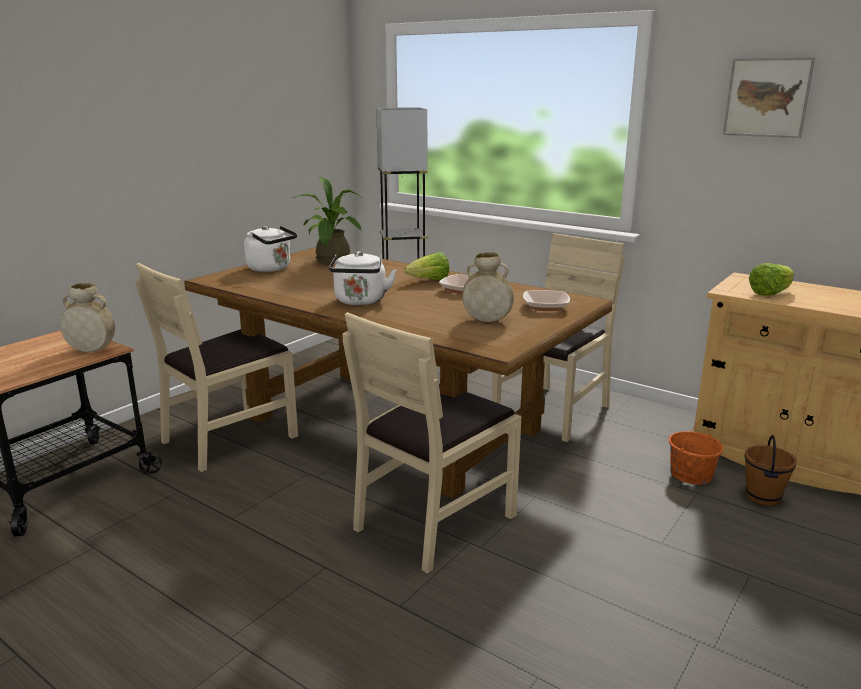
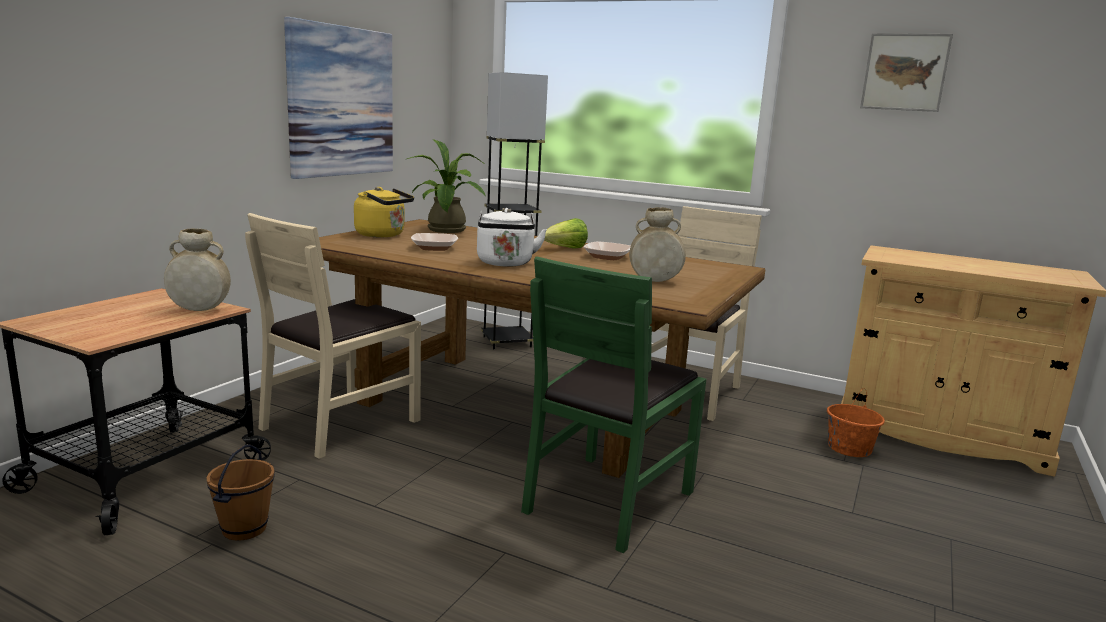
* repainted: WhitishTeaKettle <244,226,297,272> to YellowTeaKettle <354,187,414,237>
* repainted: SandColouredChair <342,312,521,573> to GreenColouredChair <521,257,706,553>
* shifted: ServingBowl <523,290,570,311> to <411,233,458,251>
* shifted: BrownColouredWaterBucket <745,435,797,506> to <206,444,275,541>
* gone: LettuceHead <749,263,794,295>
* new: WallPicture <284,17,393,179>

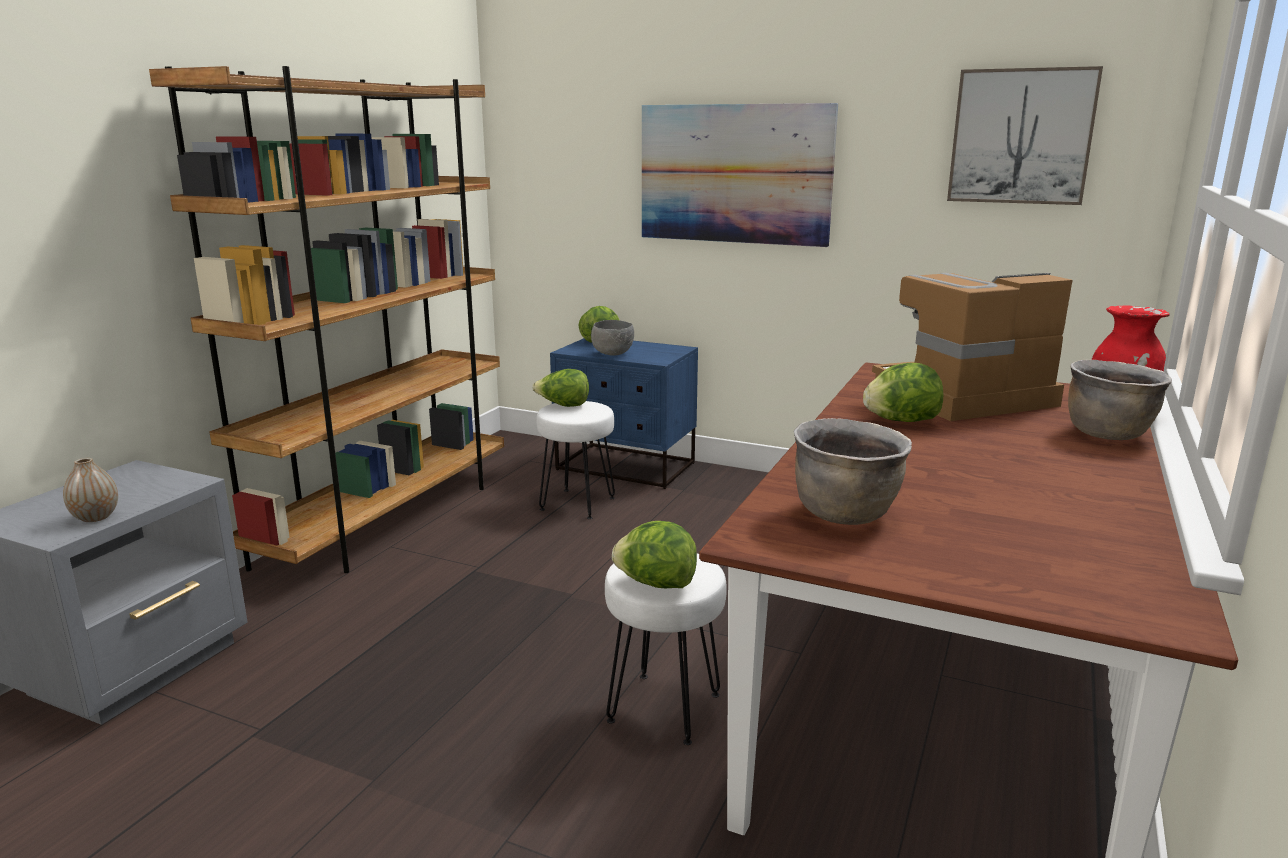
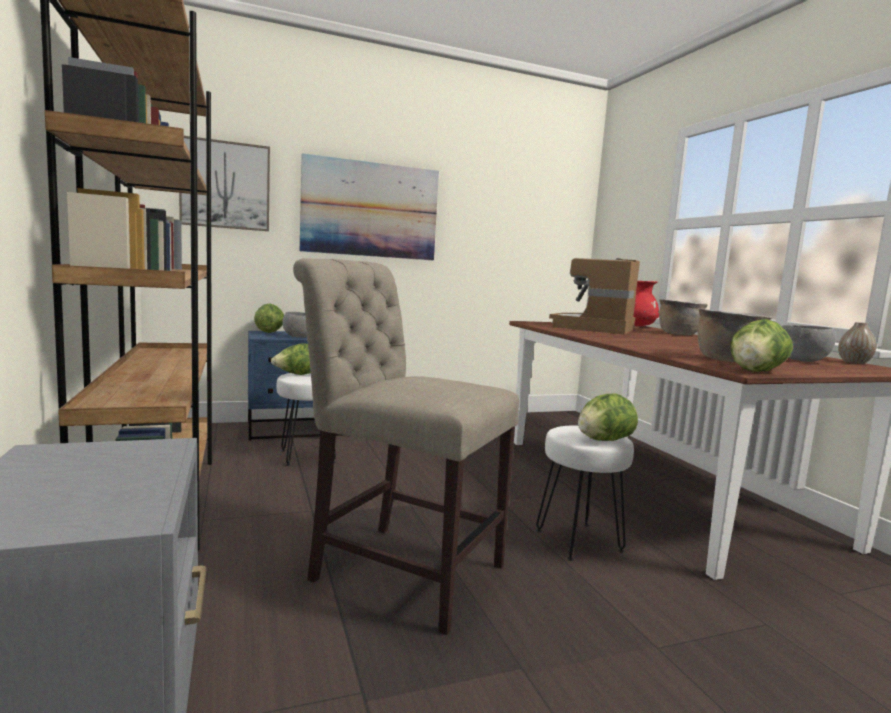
* shifted: FlowerVase <63,458,118,522> to <838,322,876,364>
* shifted: LettuceHead <863,363,943,422> to <730,319,793,372>
* shifted: WallPicture <947,66,1103,205> to <179,136,270,231>
* new: SandColouredChair <293,258,519,635>
* new: GreyishServingBowl <782,325,836,362>

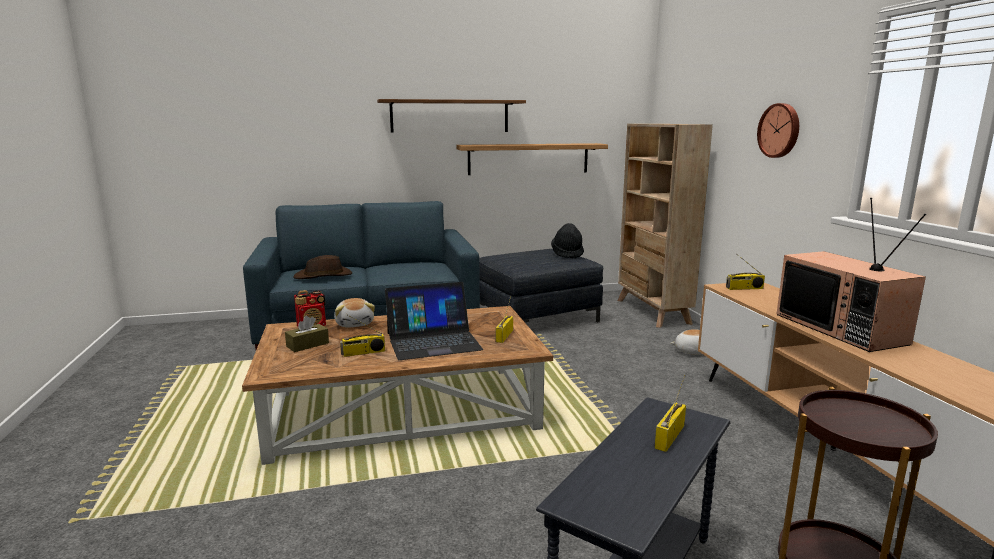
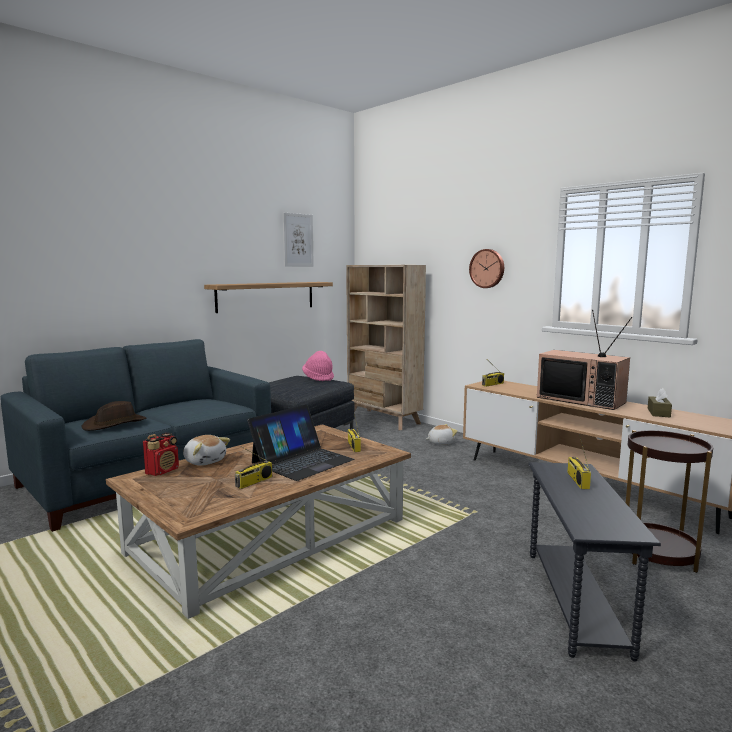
* shifted: BrownColouredTissueHolder <285,316,329,352> to <647,388,672,417>
* gone: BracketShelf <377,99,526,133>
* repainted: BlackClothingHat <551,223,584,258> to PinkClothingHat <302,351,334,381>
* new: WallPicture <283,213,314,267>

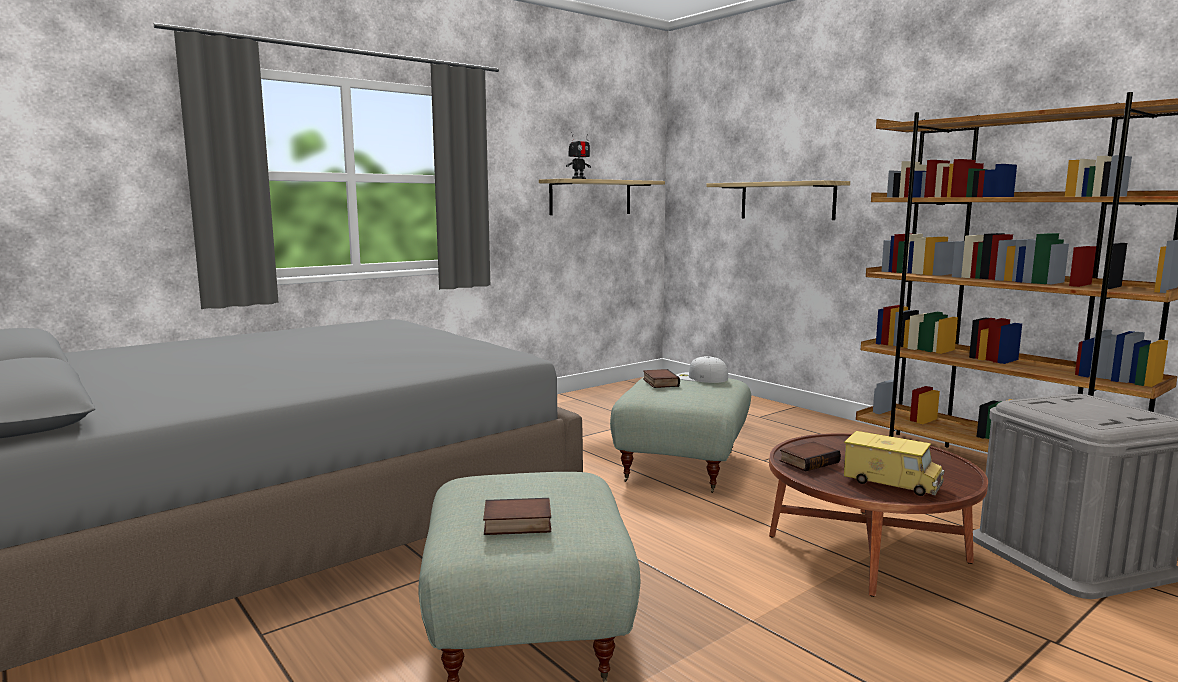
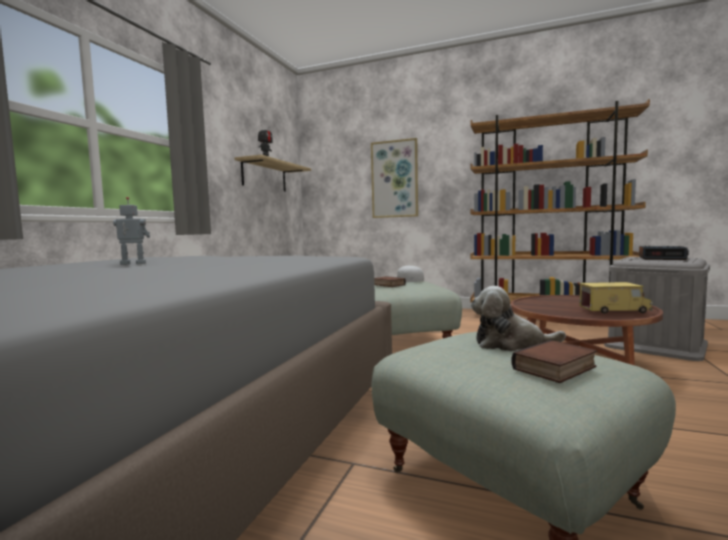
* swapped: BracketShelf <706,180,850,220> to WallPicture <371,138,418,218>
* gone: Volume <780,441,841,471>
* new: RobotFigure <113,197,150,265>
* new: CuddlyToy <471,286,566,351>
* new: TableClock <639,246,689,260>

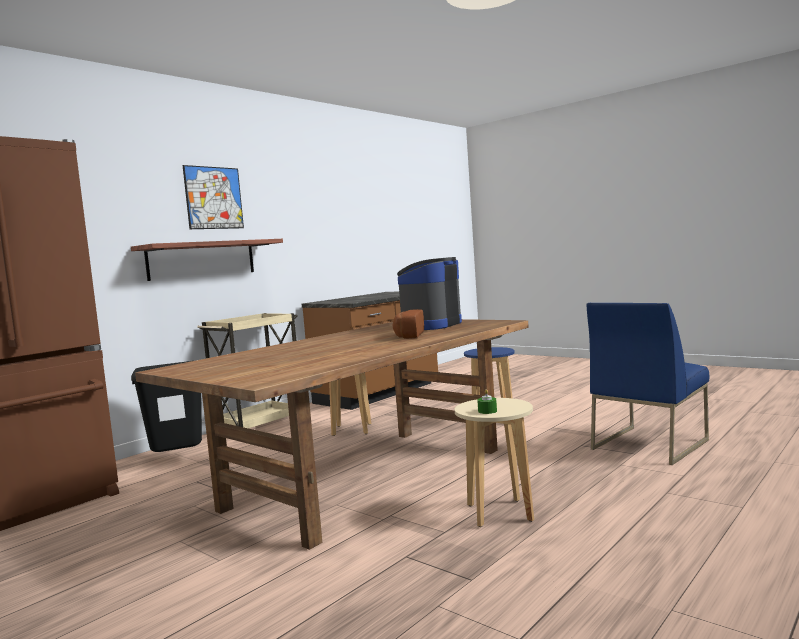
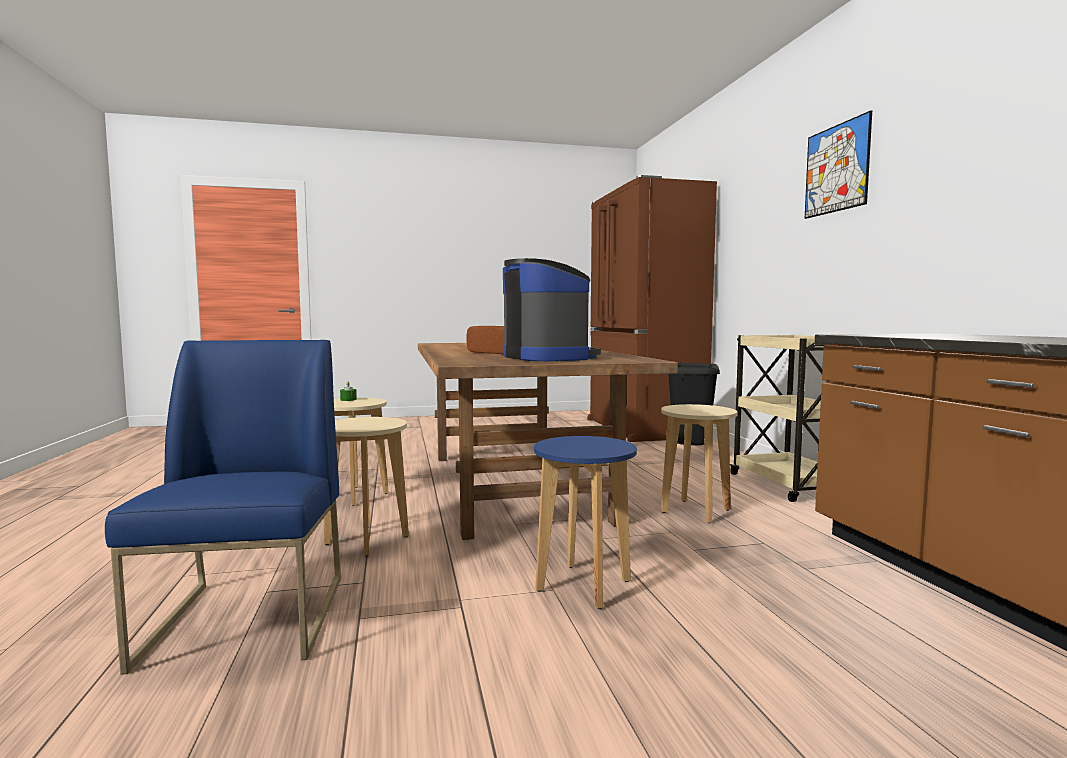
* gone: BracketShelf <131,239,283,281>
* new: SandColouredSittingStool <324,417,409,556>

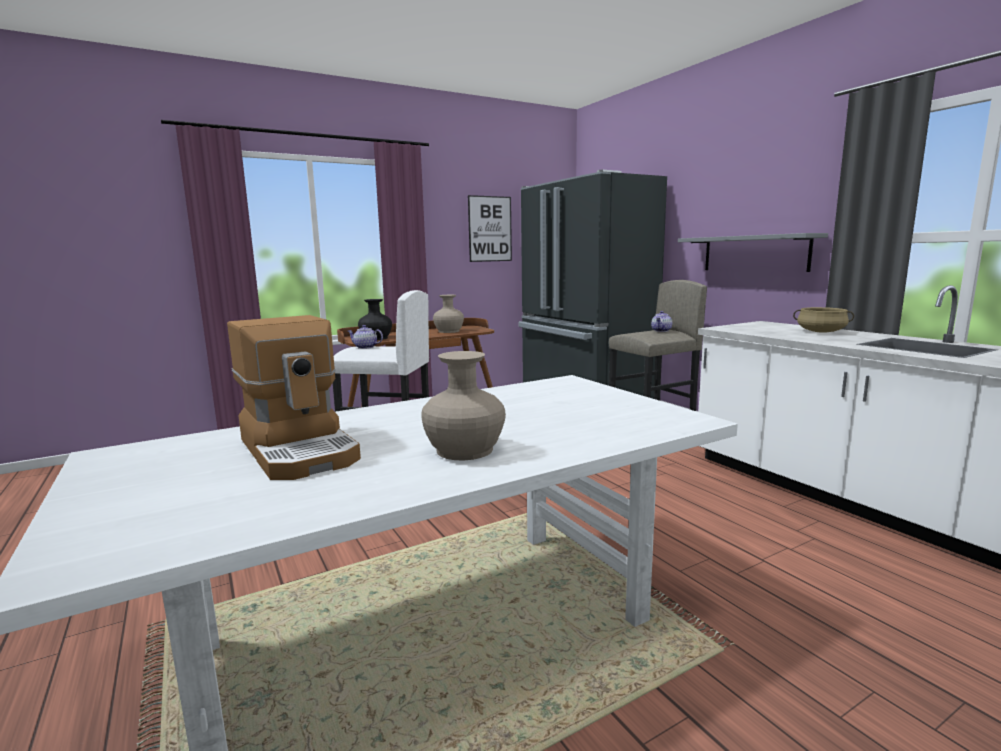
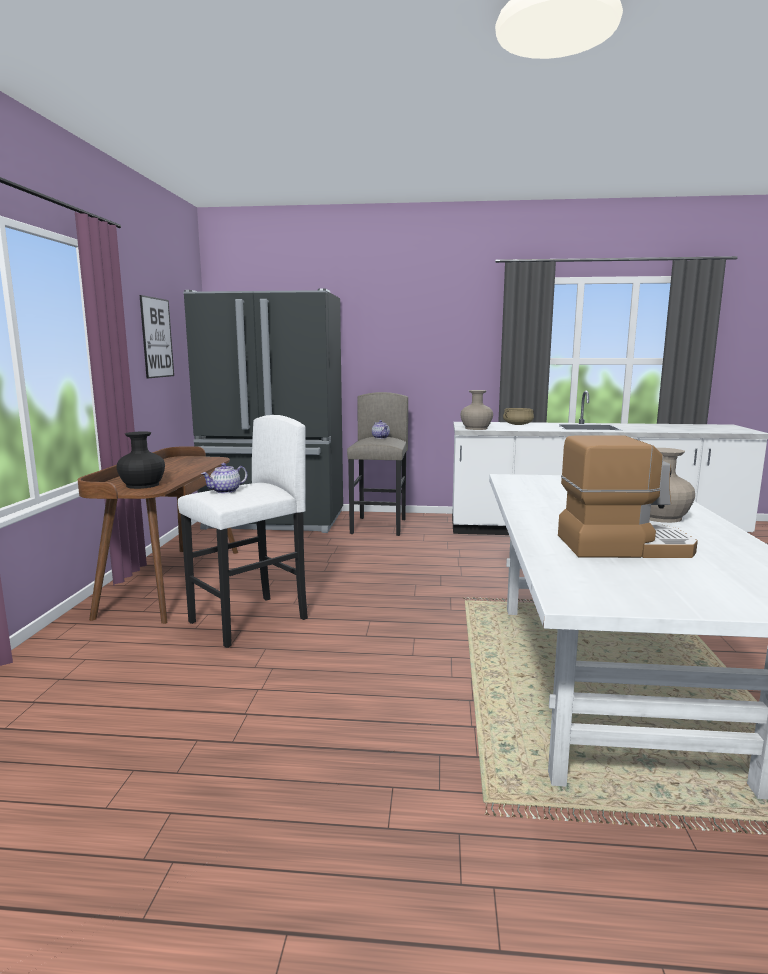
* shifted: SandColouredFlowerVase <433,295,464,333> to <460,390,493,430>
* gone: GreyishBracketShelf <678,233,828,272>

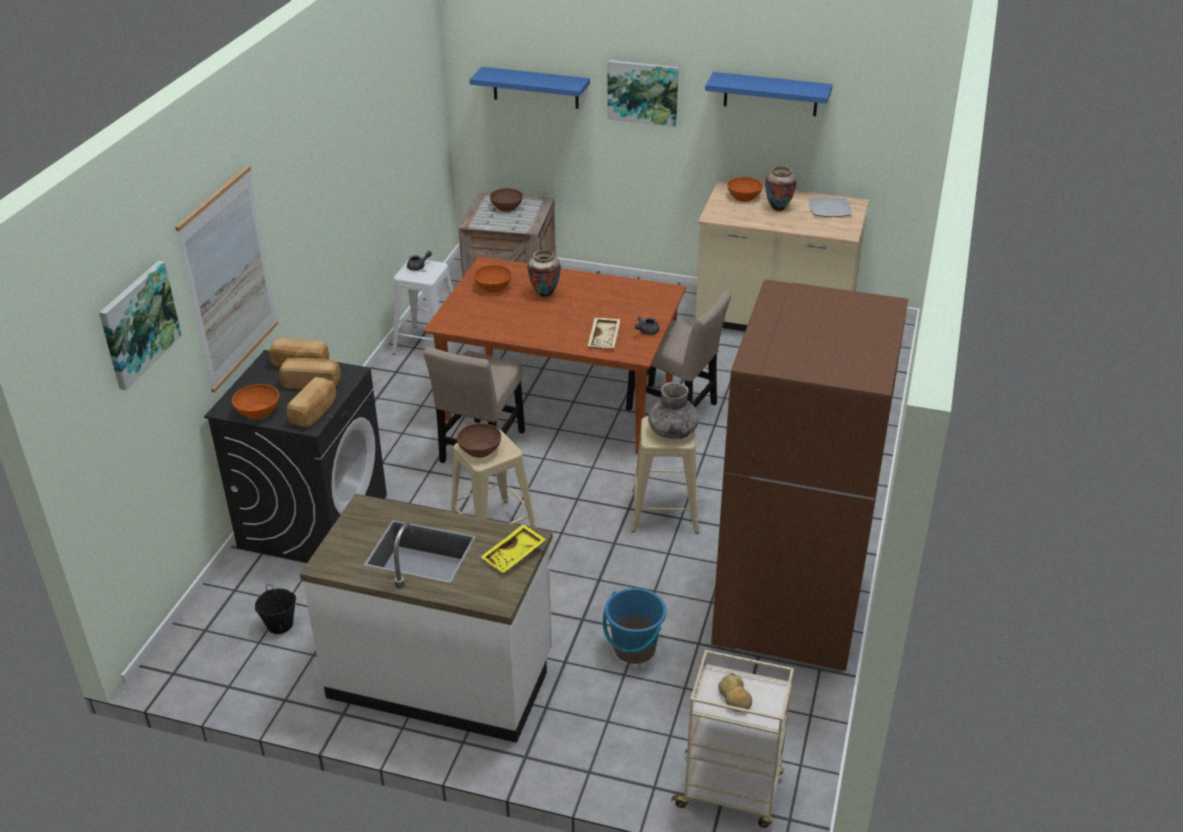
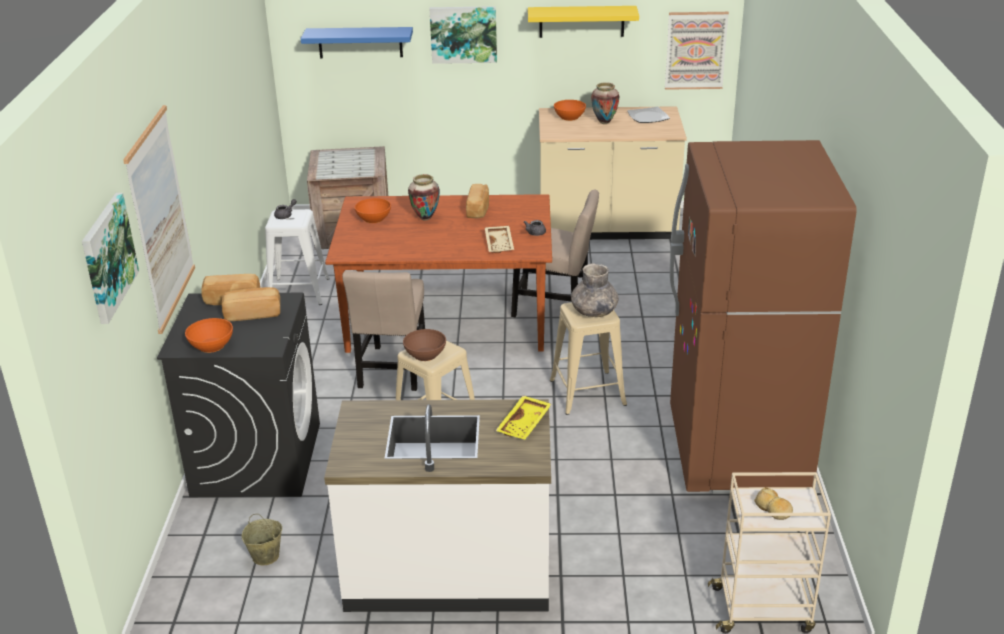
* repainted: BlackWaterBucket <255,584,296,634> to SandColouredWaterBucket <242,514,282,565>
* shifted: BakedBread <287,377,336,427> to <466,184,489,218>
* gone: BrownColouredServingBowl <490,188,523,212>
* gone: BluishWaterBucket <602,588,666,664>
* repainted: BluishBracketShelf <705,72,833,116> to YellowBracketShelf <528,6,639,38>
* new: WallPicture <665,12,729,90>

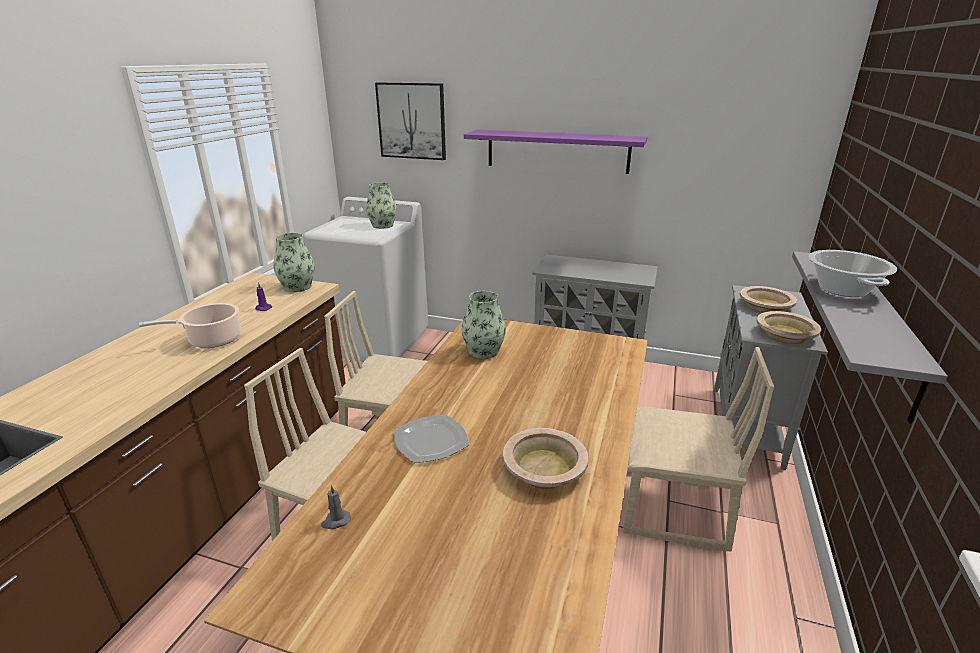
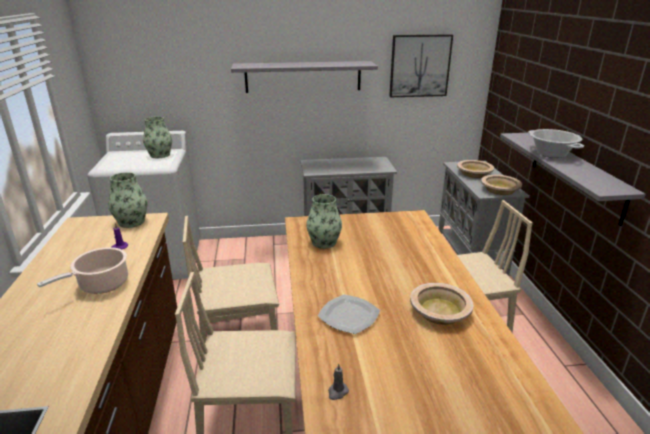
* shifted: WallPicture <375,82,446,160> to <389,34,453,97>
* repainted: PurpleBracketShelf <464,130,647,174> to GreyishBracketShelf <231,61,378,93>

